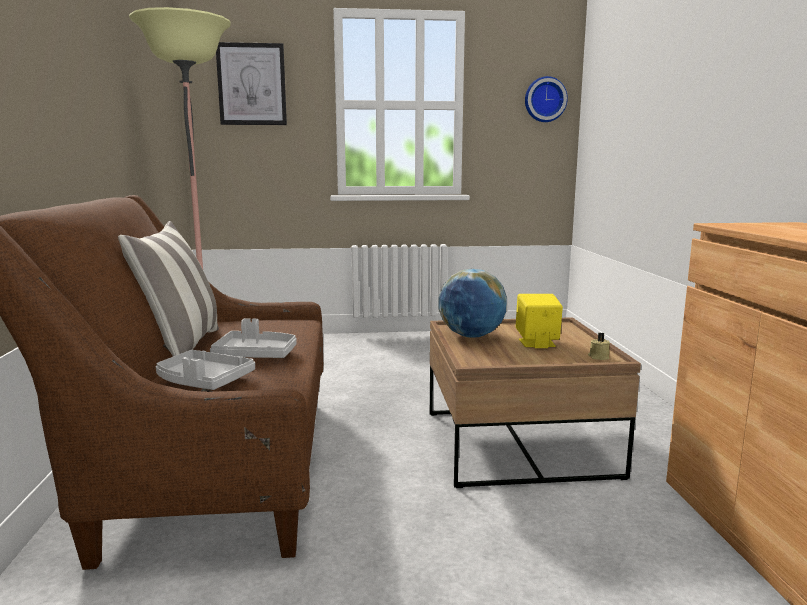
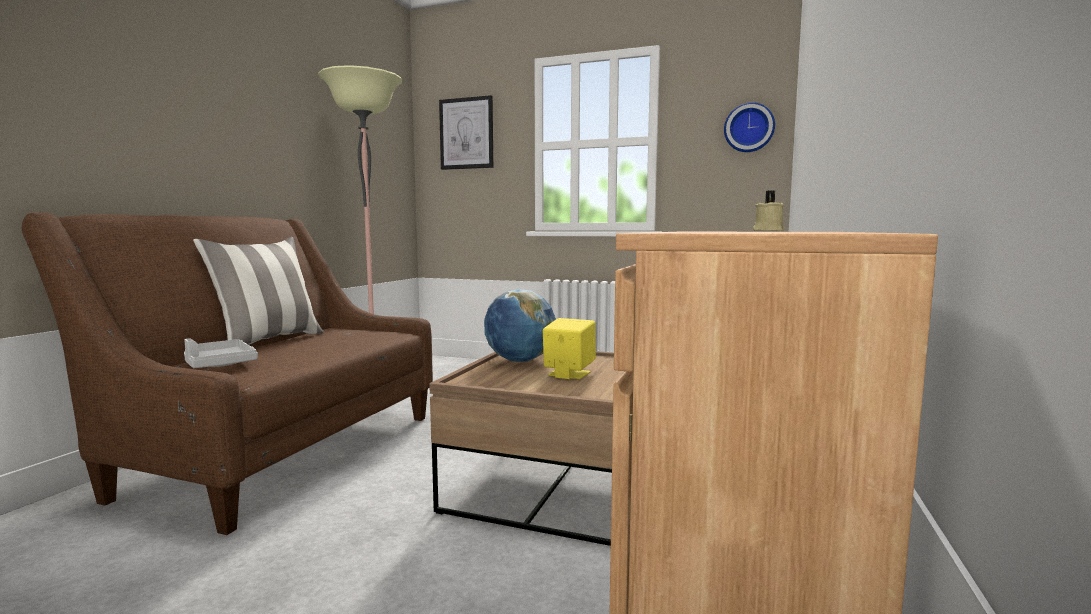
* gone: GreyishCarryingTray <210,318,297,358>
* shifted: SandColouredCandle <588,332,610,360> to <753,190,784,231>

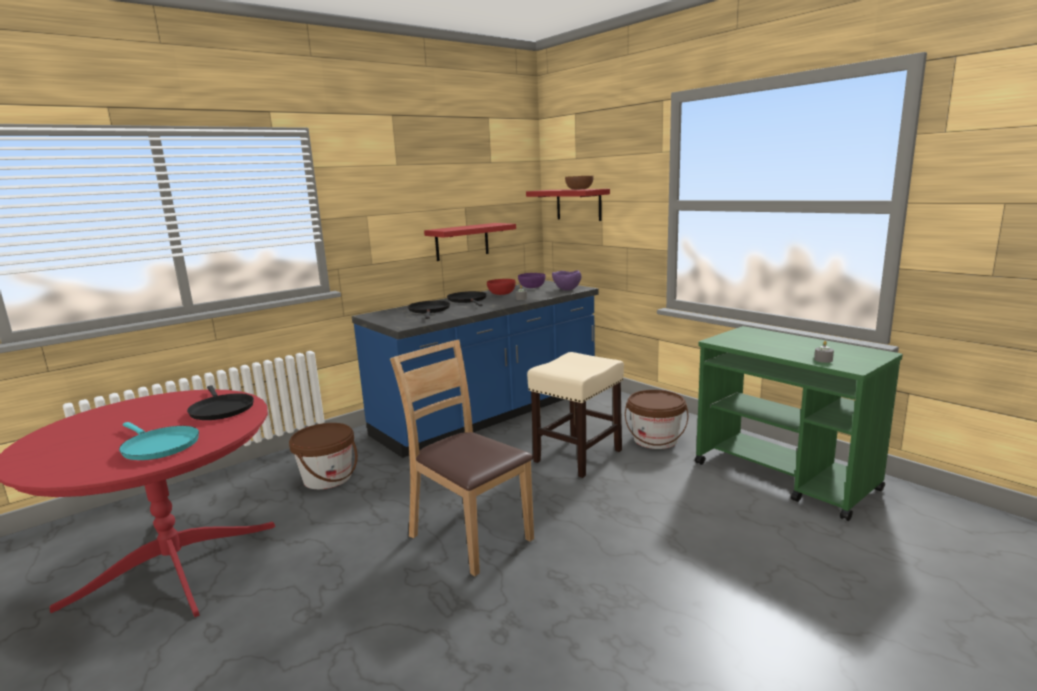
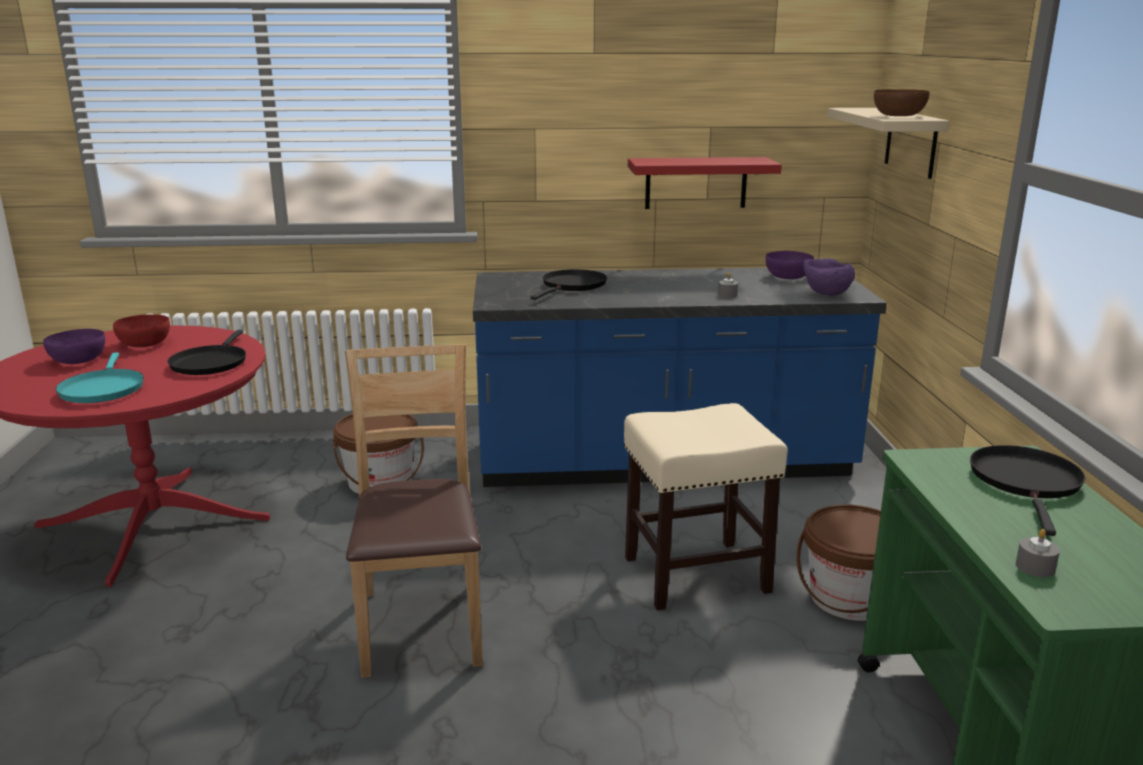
* shifted: BlackFryingPan <447,291,487,306> to <970,445,1086,536>
* shifted: RedServingBowl <487,279,516,295> to <113,314,170,347>
* repainted: RedBracketShelf <526,189,610,221> to SandColouredBracketShelf <827,108,949,179>
* new: PurpleServingBowl <43,329,105,364>

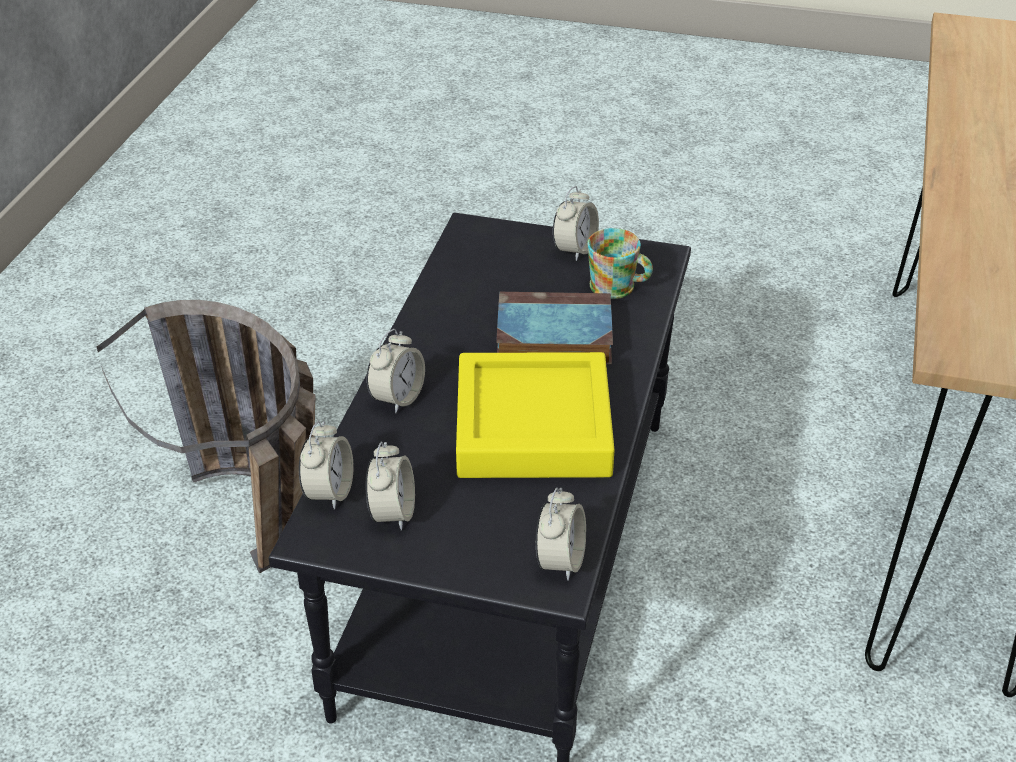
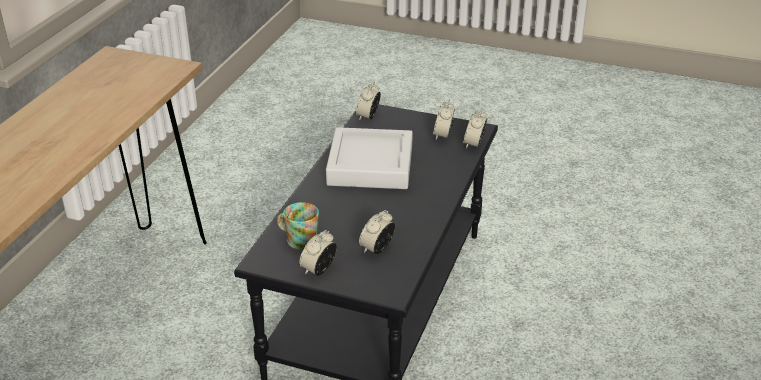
* gone: HouseholdBasket <96,300,316,573>
* shifted: TableClock <367,329,425,413> to <359,210,395,254>
* repainted: YellowCarryingTray <456,352,615,478> to GreyishCarryingTray <326,127,413,189>
* gone: Volume <496,292,613,364>

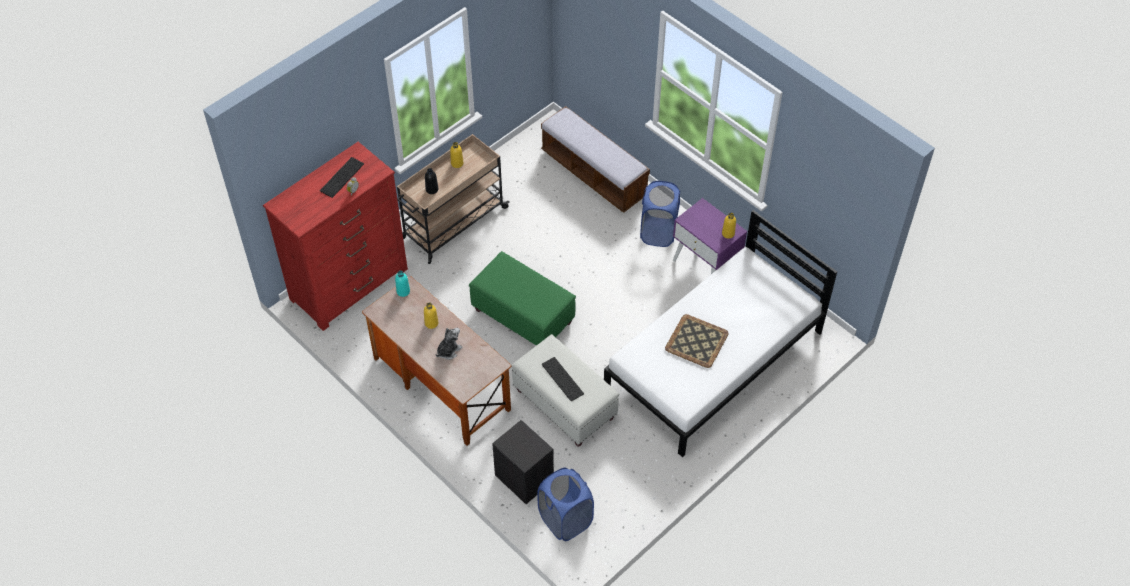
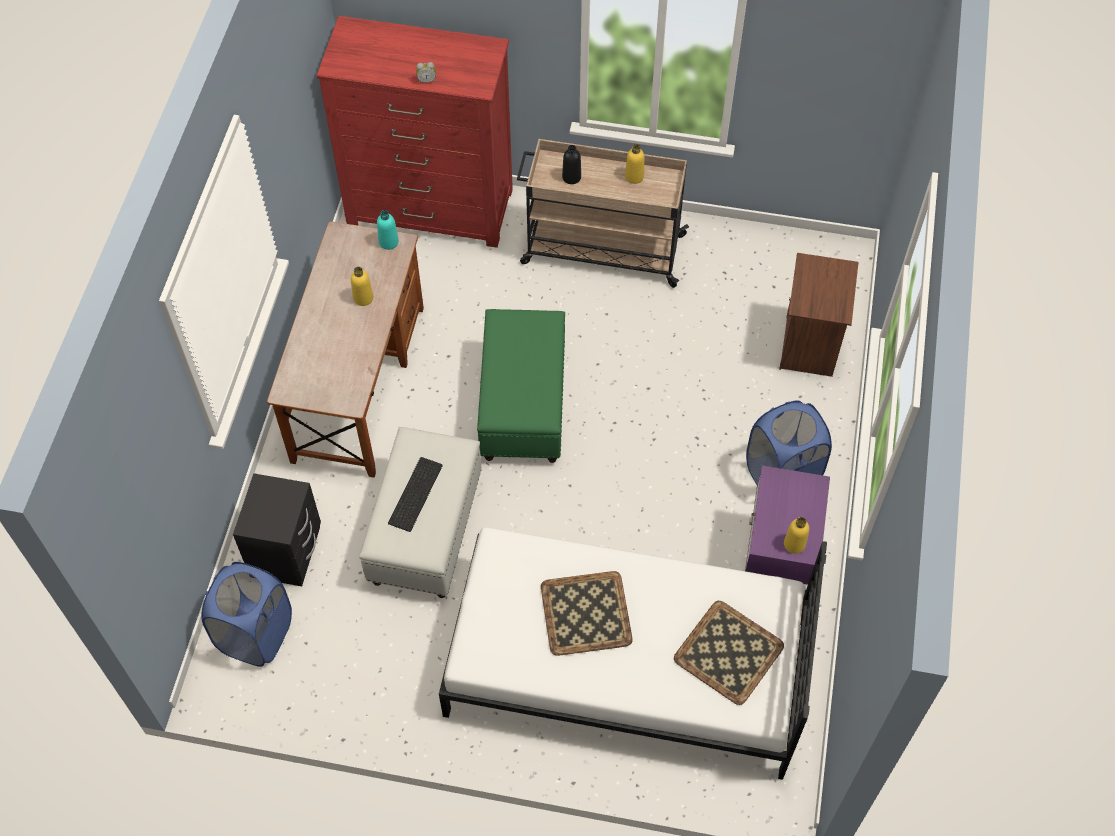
* gone: Keyboard <320,157,364,198>
* gone: CuddlyToy <436,328,463,360>
* swapped: LongSeat <541,106,650,212> to BrownColouredBedsideTable <779,253,858,377>
* new: CarryingTray <674,601,784,705>

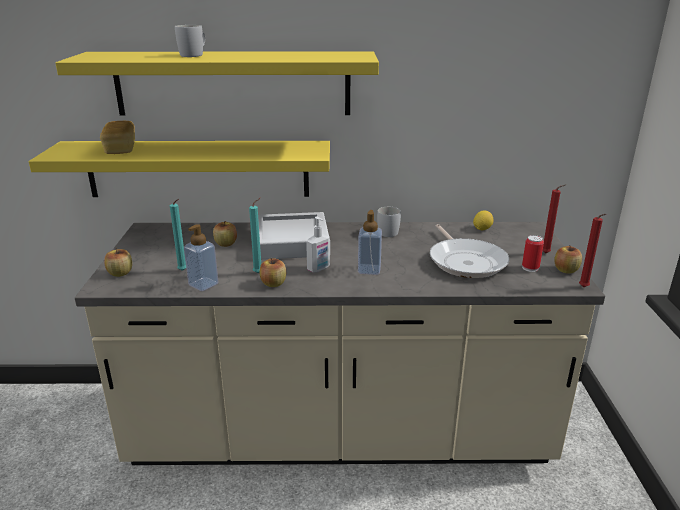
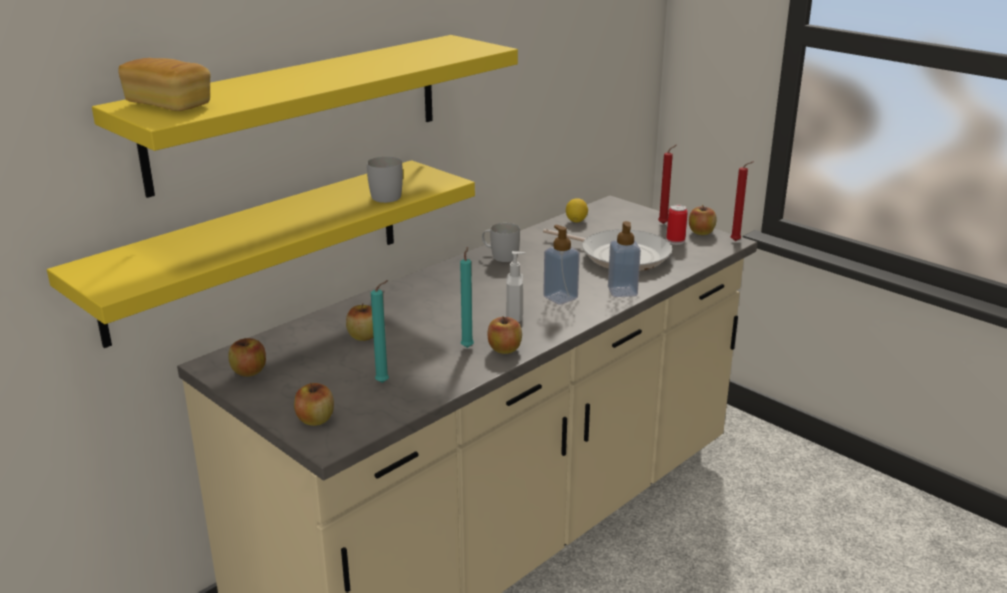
* shifted: BakedBread <100,121,135,154> to <118,58,211,111>
* shifted: WhitishCoffeeMug <175,25,205,57> to <367,157,403,203>
* shifted: LiquidSoapBottle <184,224,219,291> to <608,221,641,297>
* gone: GreyishCarryingTray <258,212,329,260>
* new: AppleFruit <229,338,266,377>

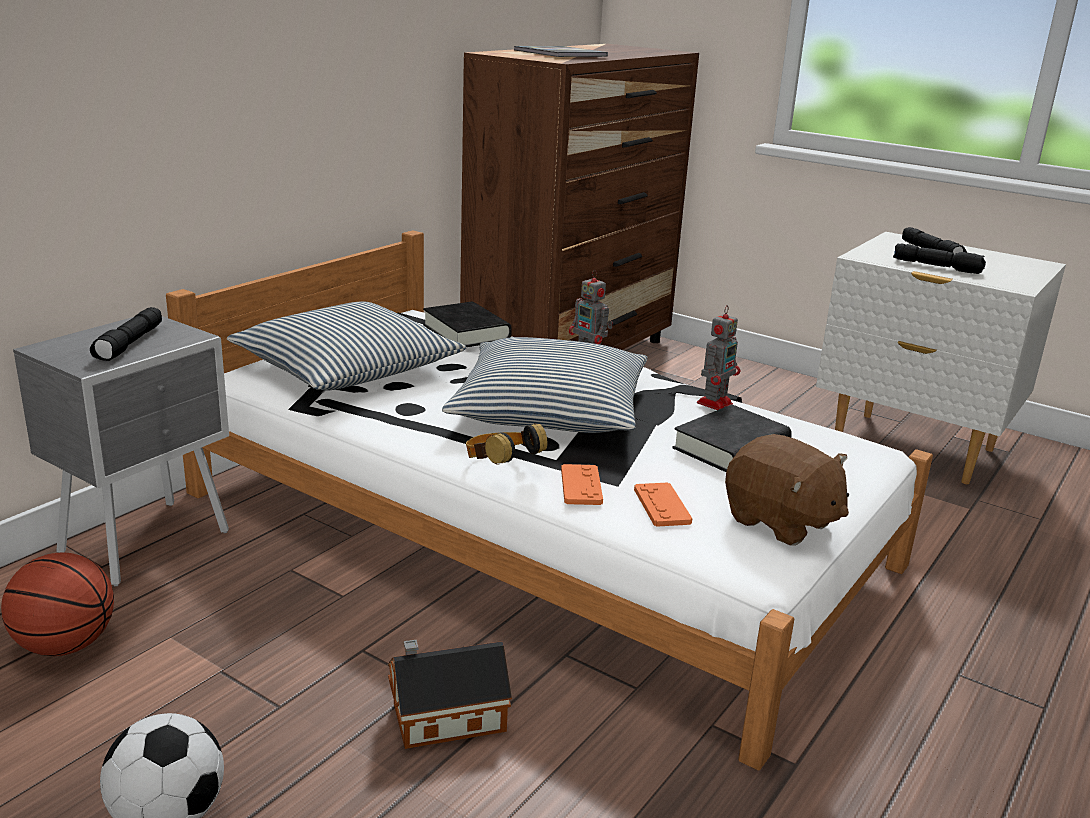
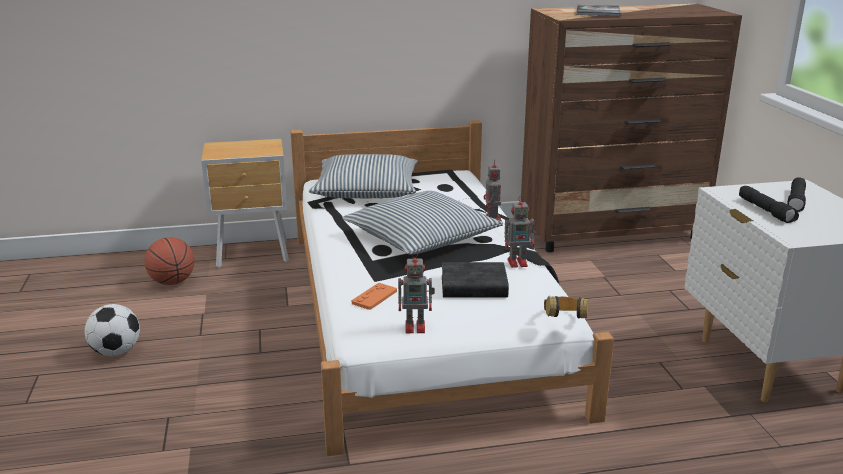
* repainted: GreyishBedsideTable <13,316,229,586> to BrownColouredBedsideTable <201,139,289,268>
* gone: BlackHandTorch <90,307,162,361>
* gone: MiniatureHouse <388,640,512,749>
* gone: BlackVolume <423,302,512,347>
* shifted: Headset <466,423,548,465> to <544,296,589,319>
* gone: OrangeyGamepad <561,464,603,505>
* swapped: BrownColouredCuddlyToy <725,434,849,545> to RobotFigure <398,251,435,333>

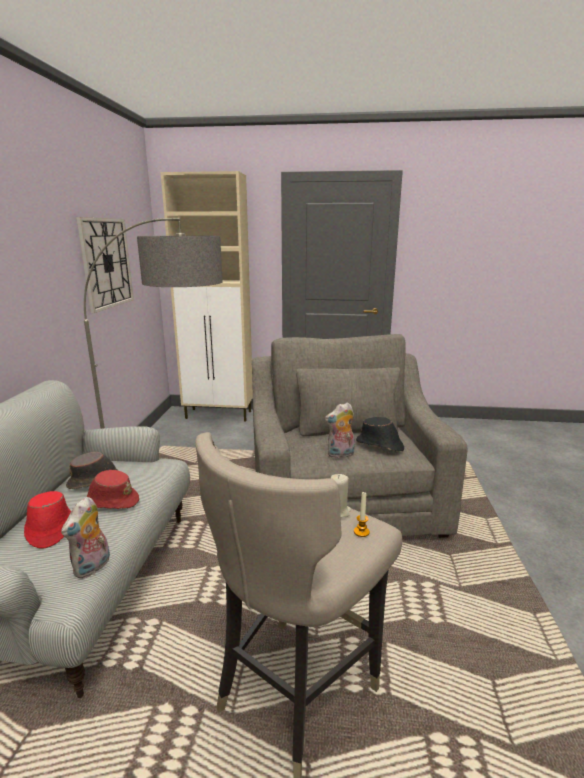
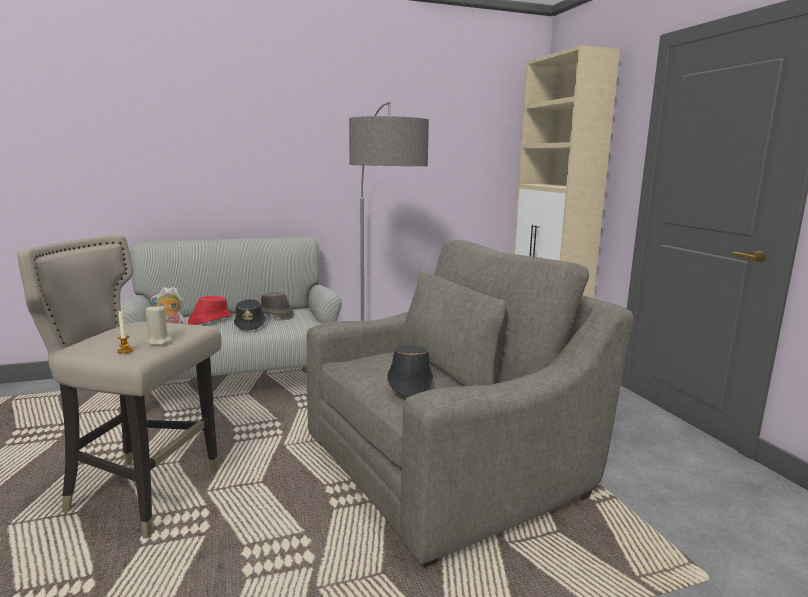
* gone: WallClock <76,217,134,313>
* repainted: RedClothingHat <87,470,139,509> to BlackClothingHat <234,299,266,331>
* gone: CuddlyToy <325,402,355,458>

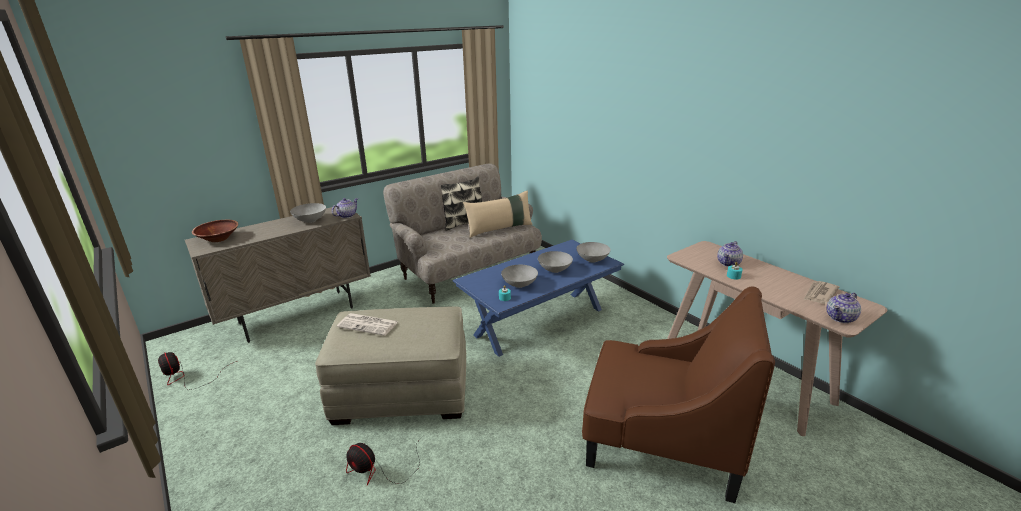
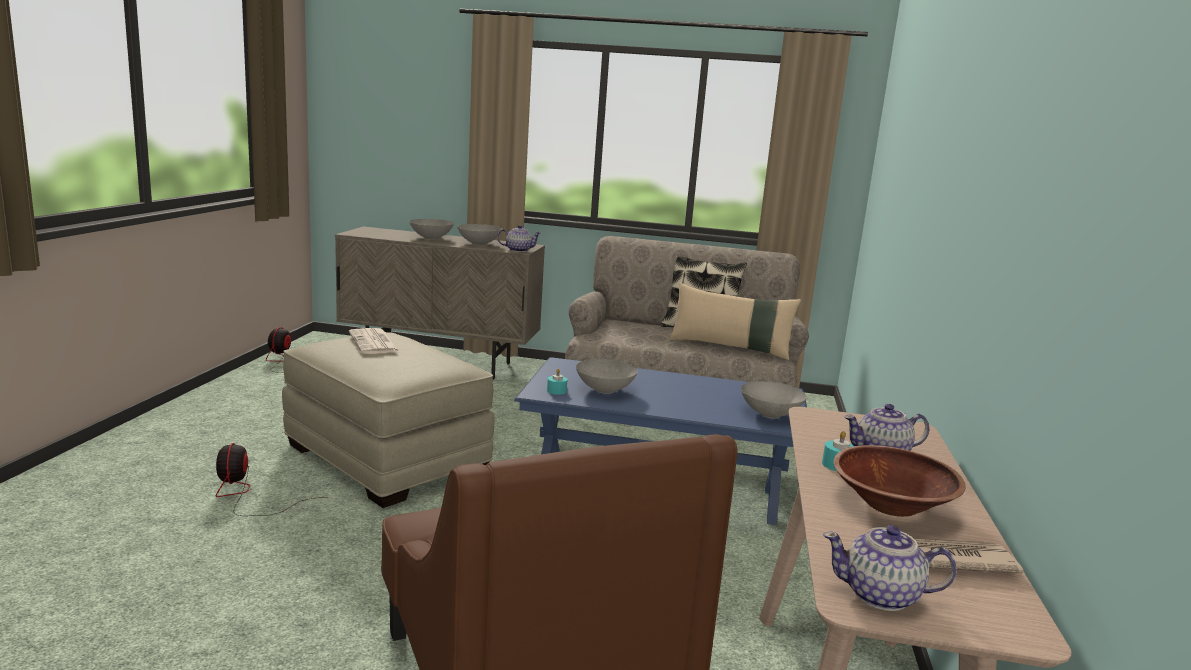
* shifted: BrownColouredServingBowl <192,220,238,242> to <834,445,966,517>
* shifted: GreyishServingBowl <538,251,573,273> to <409,219,454,240>

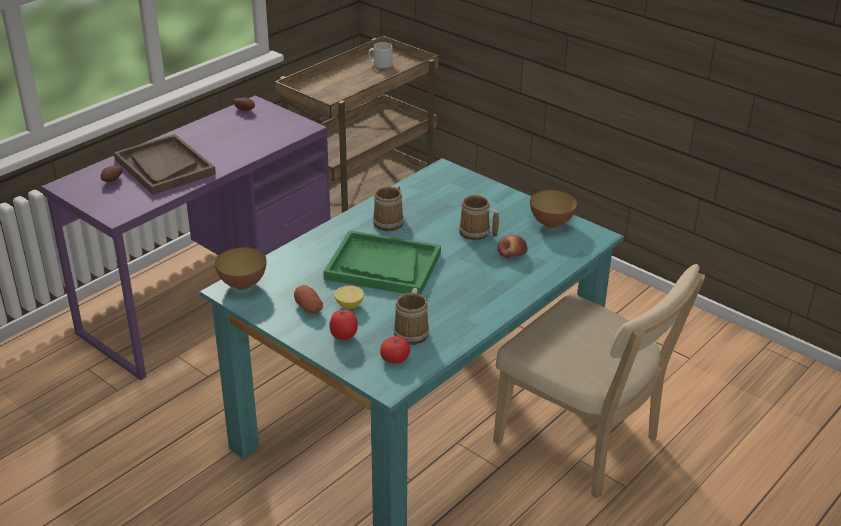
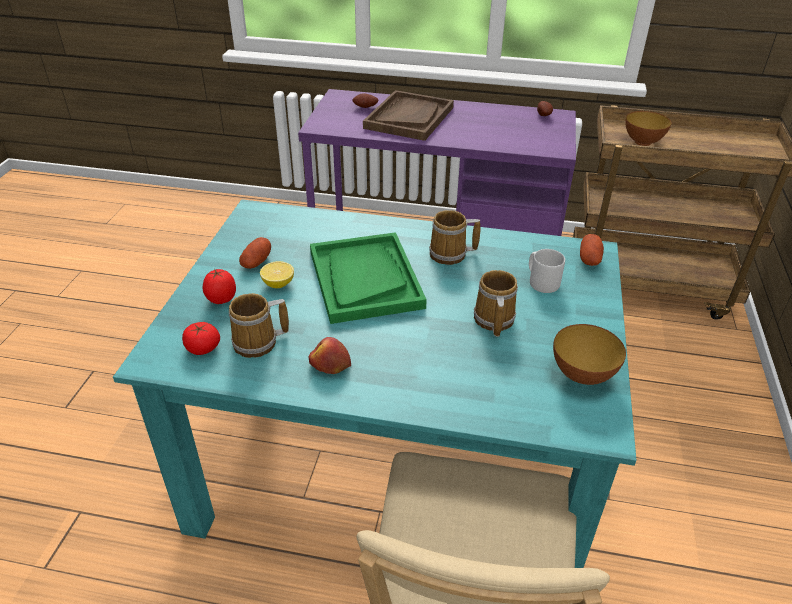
* shifted: ServingBowl <215,247,267,290> to <625,111,671,146>
* shifted: GreyishCoffeeMug <368,42,393,68> to <529,249,565,293>
* shifted: AppleFruit <497,235,527,259> to <309,337,351,374>
* new: Spud <580,234,604,266>

